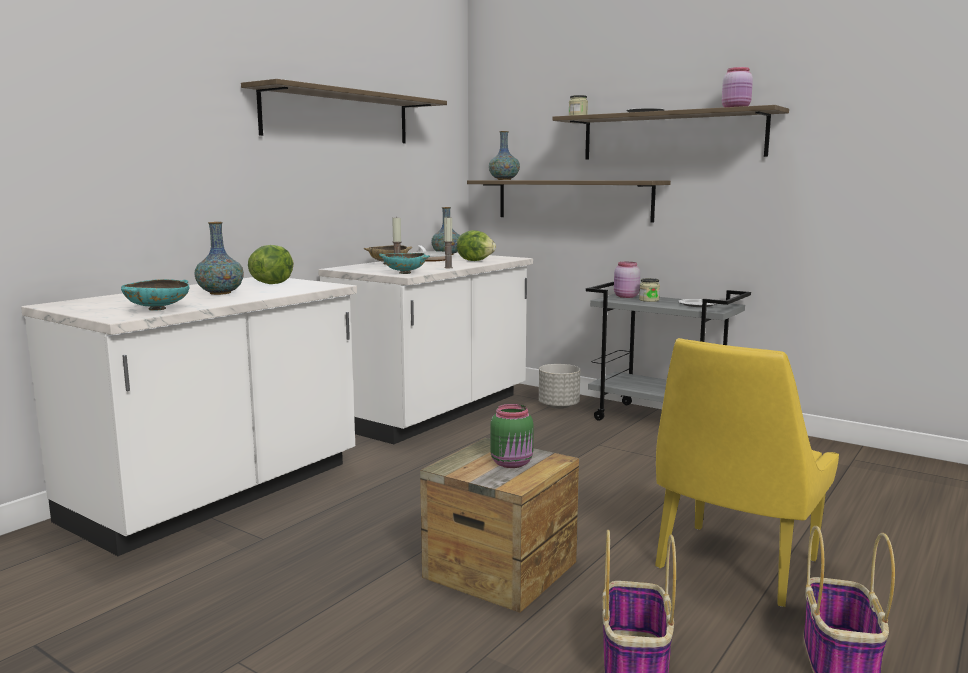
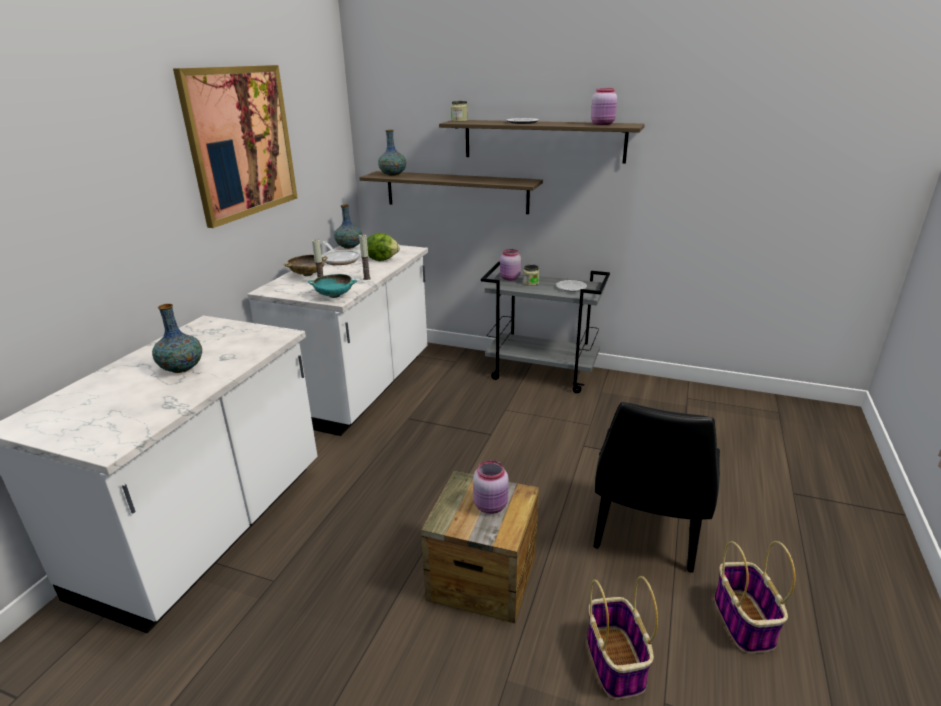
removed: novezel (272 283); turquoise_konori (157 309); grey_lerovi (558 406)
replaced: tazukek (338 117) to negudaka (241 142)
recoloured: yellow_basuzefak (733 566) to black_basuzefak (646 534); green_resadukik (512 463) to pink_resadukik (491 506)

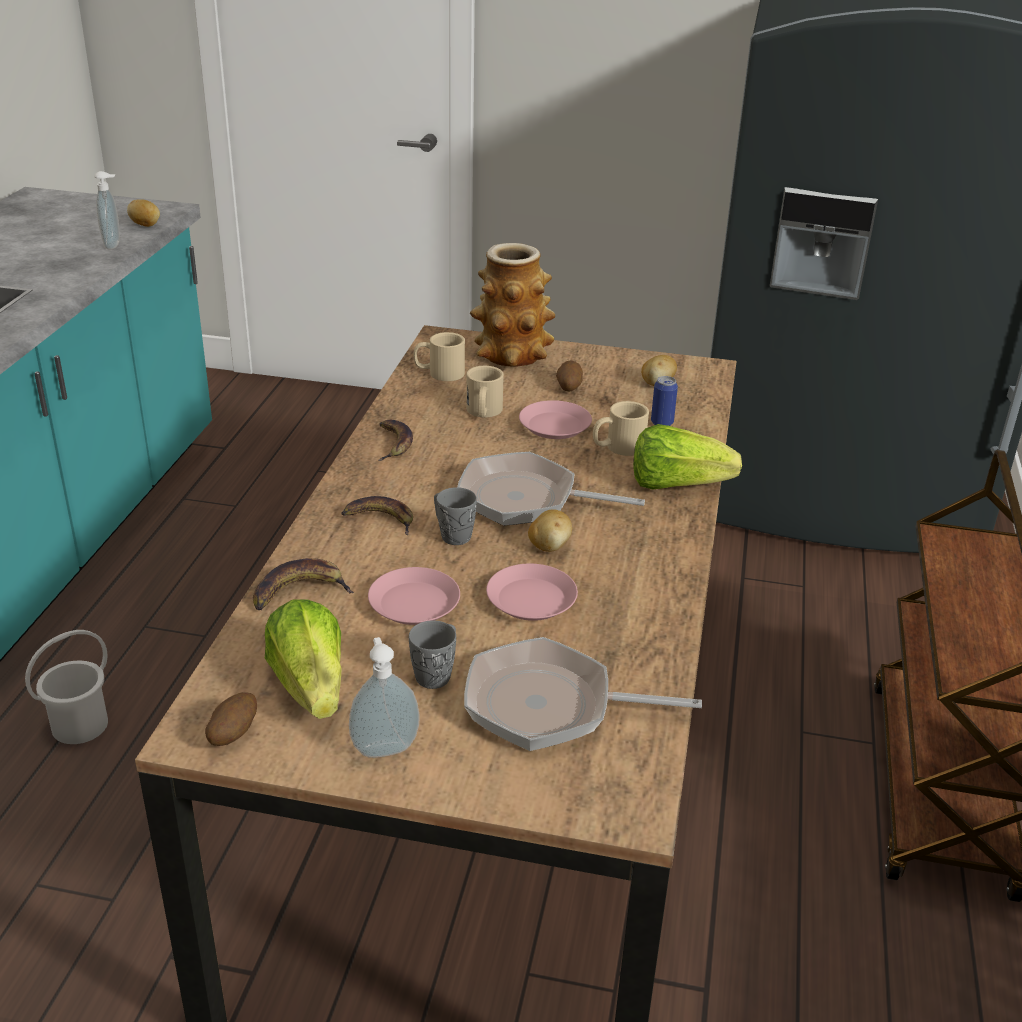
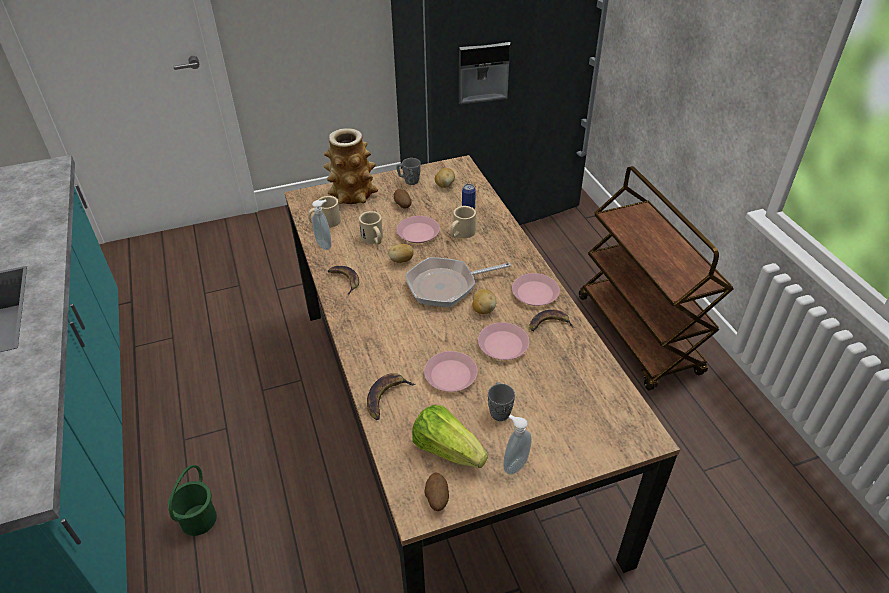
removed: novezel (676 484); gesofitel (550 706)
added: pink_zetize (535 293)
moved: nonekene (114 245) to (325 244); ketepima (145 225) to (401 261); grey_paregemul (452 534) to (409 180); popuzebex (379 519) to (549 324)
recoloured: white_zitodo (79 725) to green_zitodo (198 519)

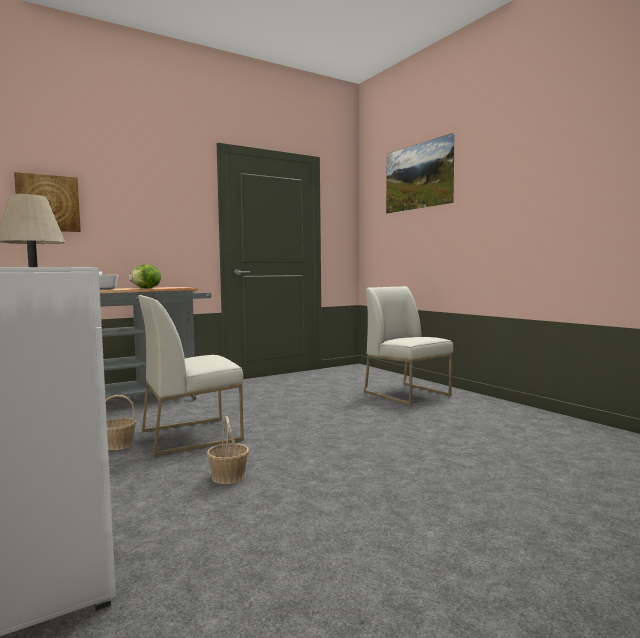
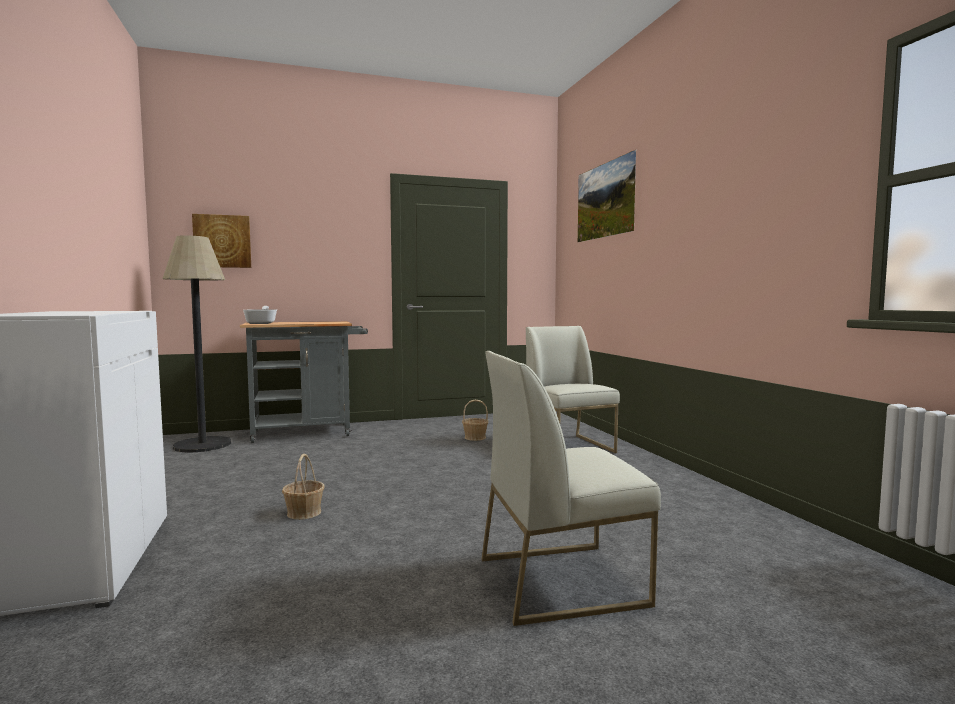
removed: novezel (146 288)
moved: white_basuzefak (192 435) to (561 580); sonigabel (118 445) to (475 437)

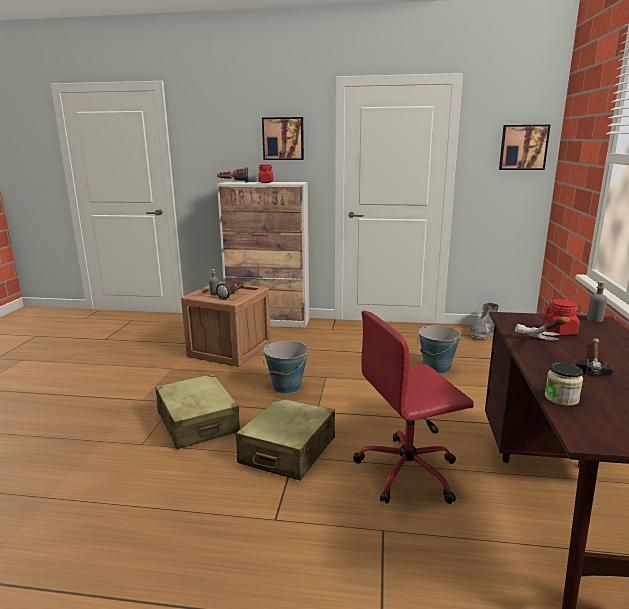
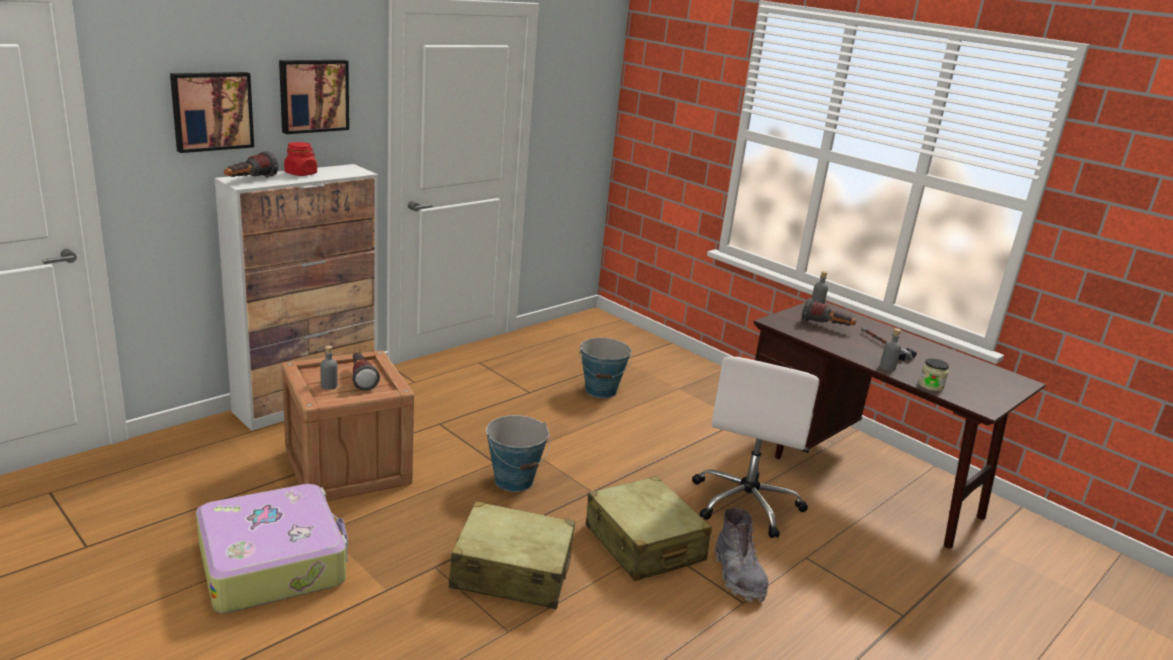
removed: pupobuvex (537 348)
added: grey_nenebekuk (887 367); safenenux (273 562)
moved: negudaka (523 147) to (211 111); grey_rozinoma (483 333) to (738 575)
replaced: red_resadukik (559 332) to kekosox (826 326)
recoloured: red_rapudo (409 471) to white_rapudo (746 503)

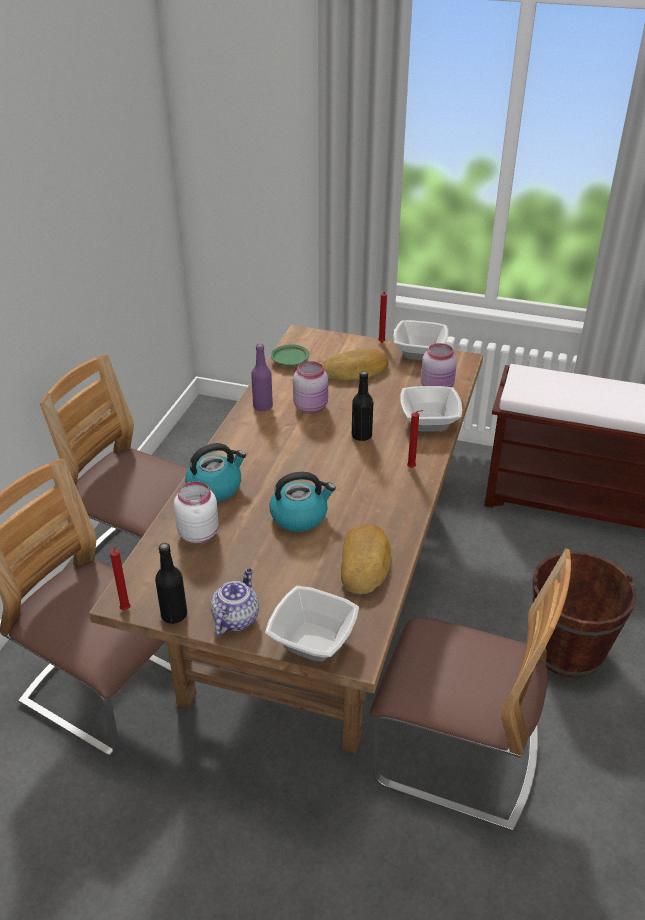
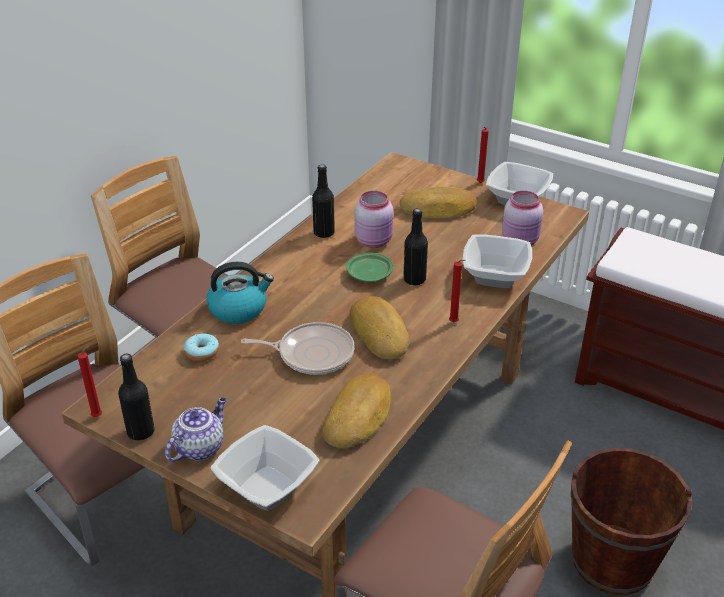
added: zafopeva (381 333)
moved: green_zetize (290 361) to (369 274)
replaced: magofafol (300 516) to gesofitel (312 353); white_resadukik (199 533) to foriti (202 352)
recoloured: purple_nenebekuk (262 406) to black_nenebekuk (324 233)

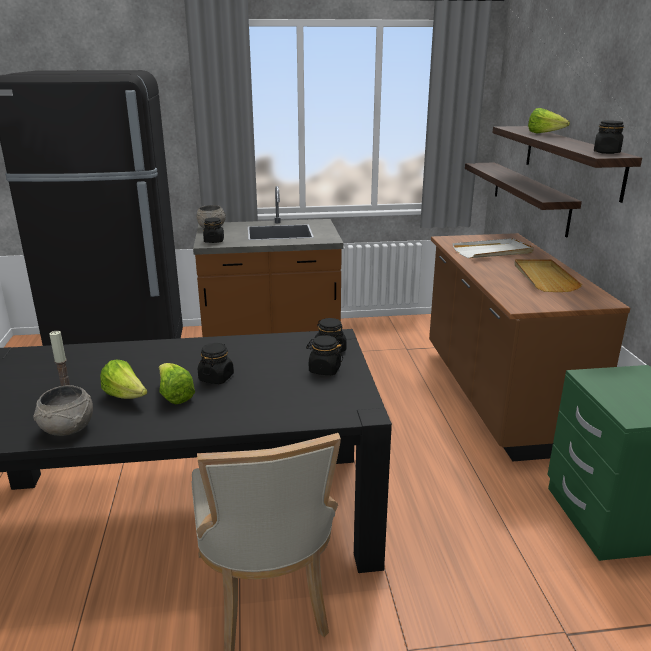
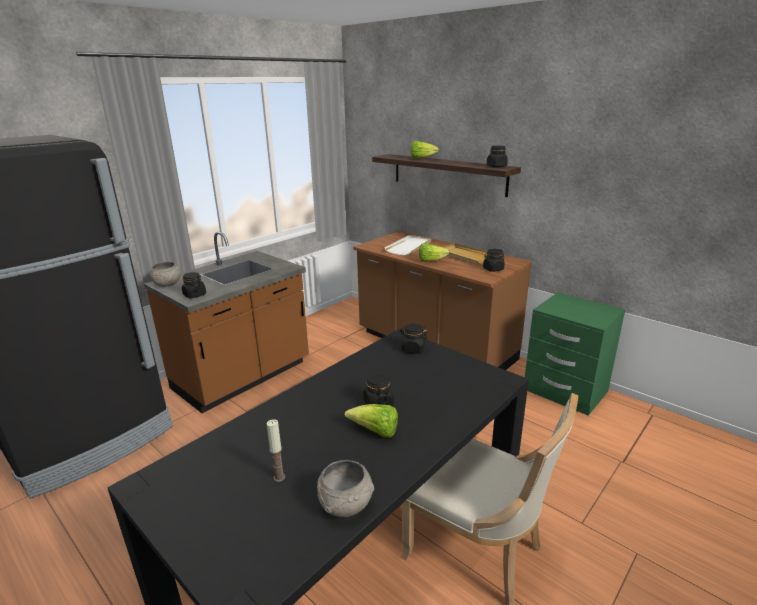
removed: tazukek (529 196)
moved: black_resadukik (324 369) to (493 269); novezel (126 396) to (431 261)

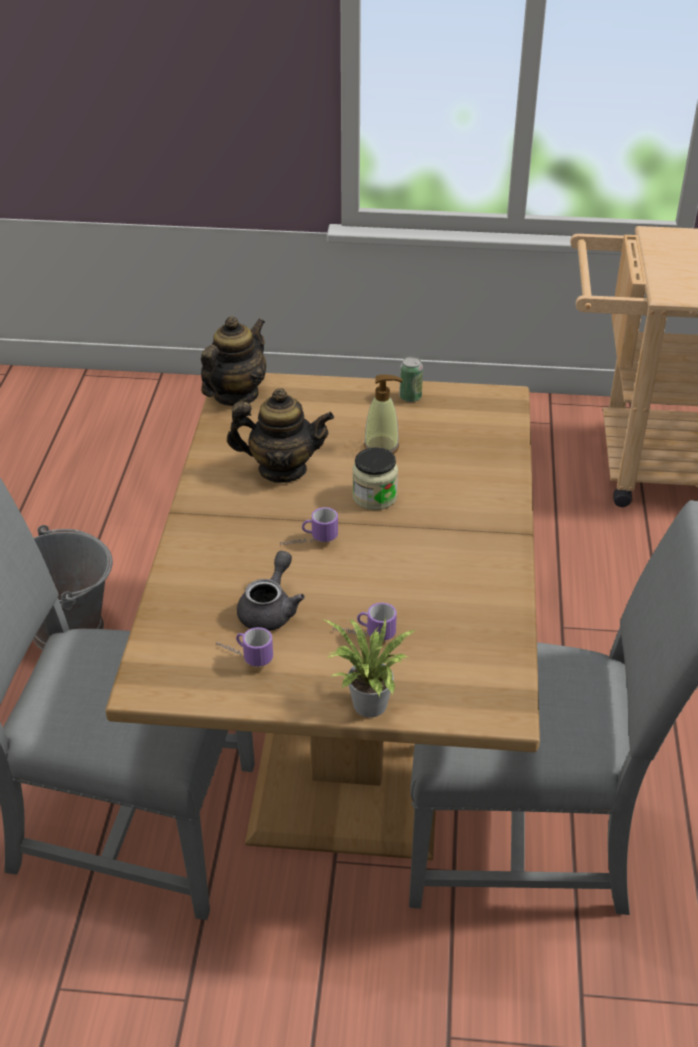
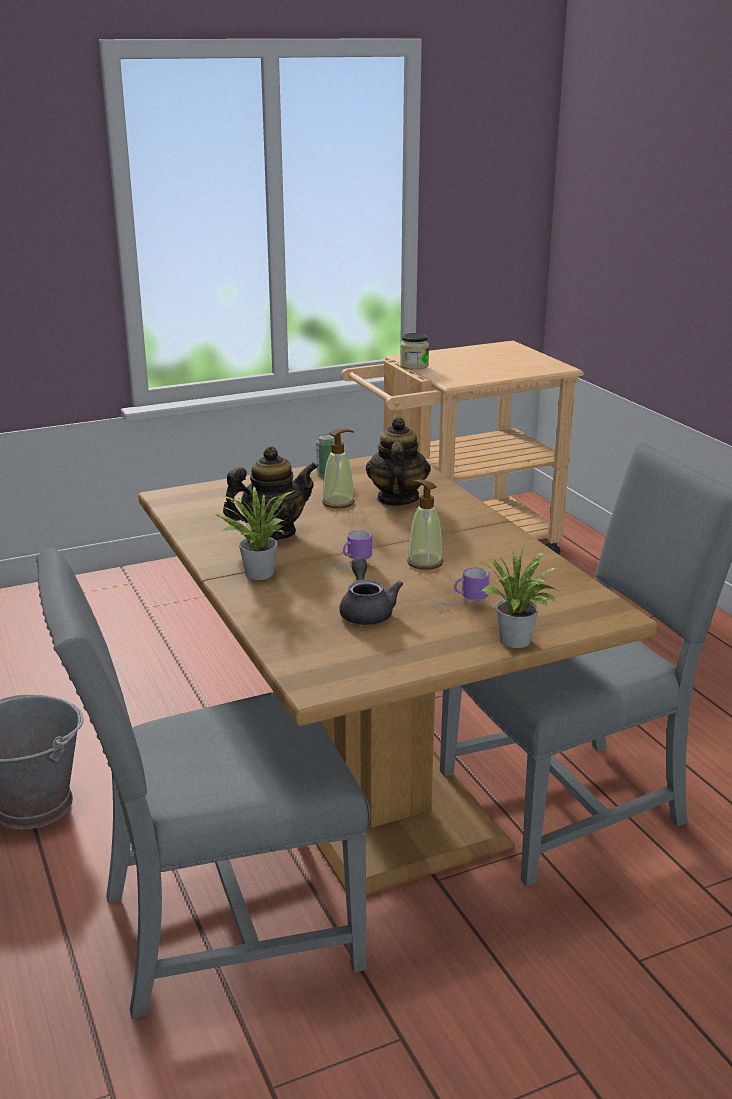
removed: paregemul (244 656)
added: nonekene (424 562); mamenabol (256 572)
moved: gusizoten (235 395) to (397 499); resadukik (374 497) to (414 366)

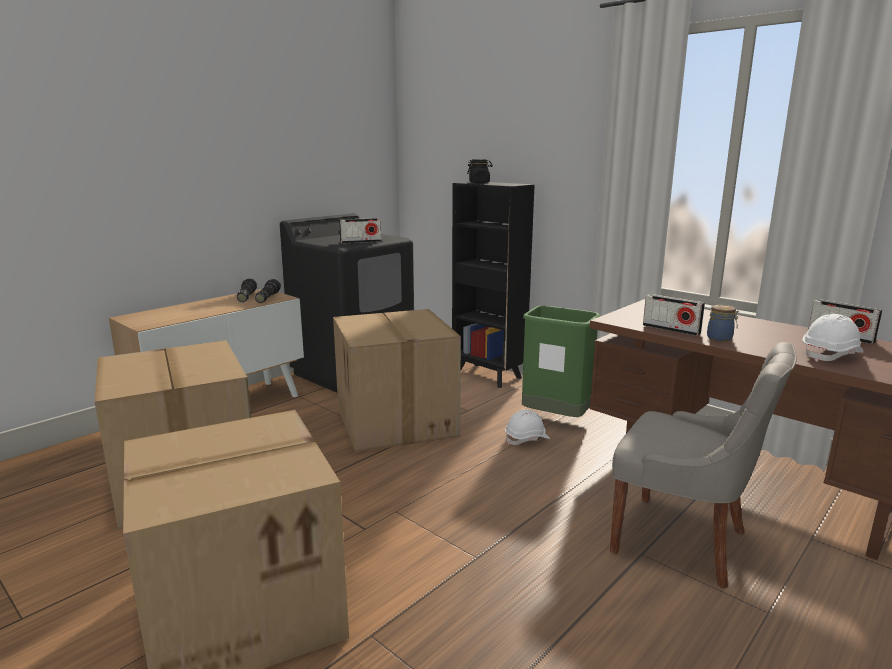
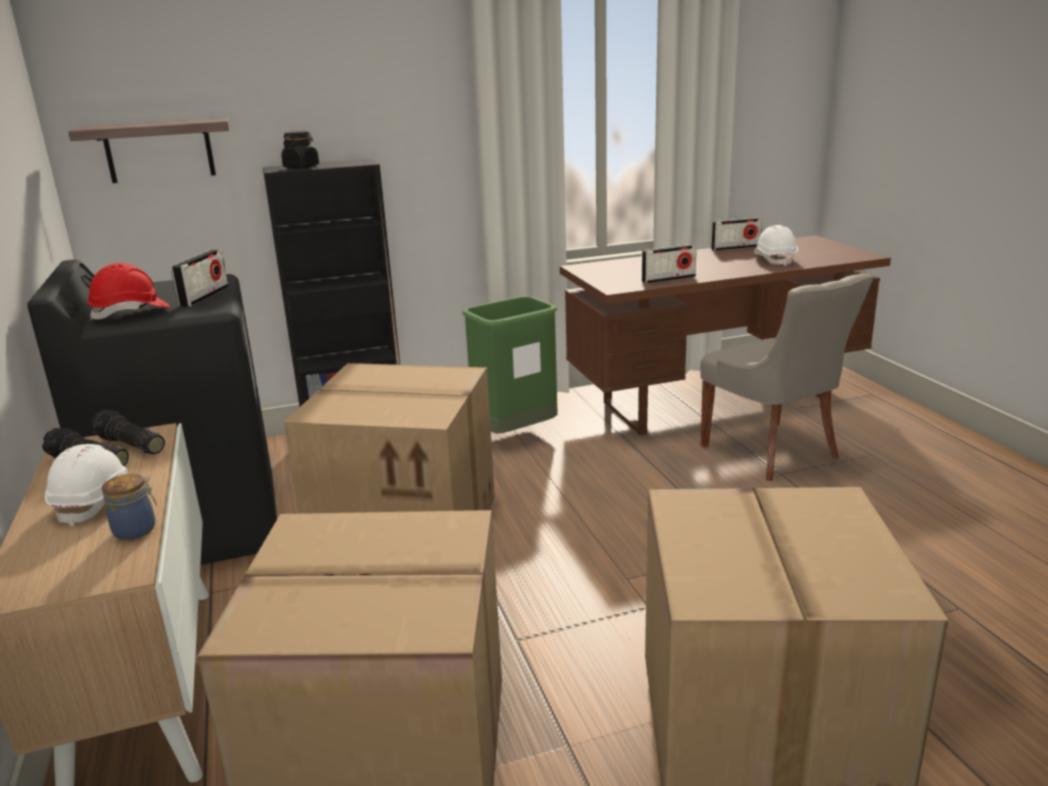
added: tazukek (159 151); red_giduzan (131 312)
moved: resadukik (720 338) to (137 530); white_giduzan (527 439) to (96 501)
turned: grey_basuzefak (683 541) = (773 452) 90 degrees clockwise

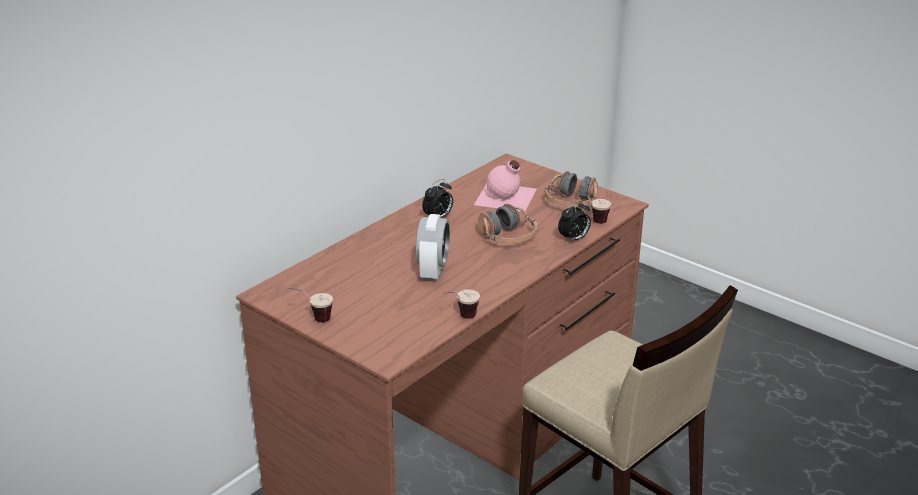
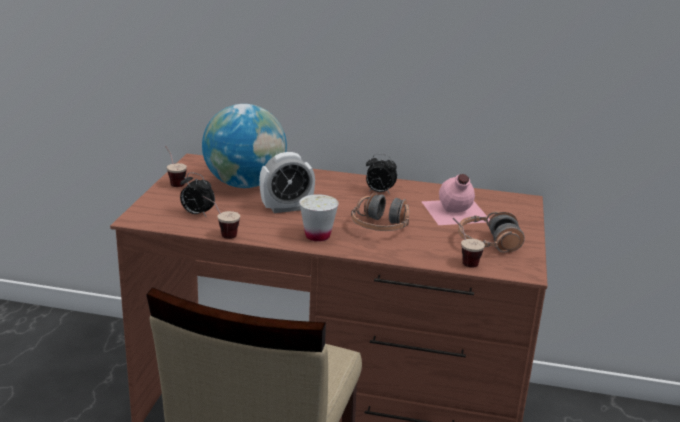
added: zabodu (245 184); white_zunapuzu (317 236)
moved: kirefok (574 239) to (196 214)

